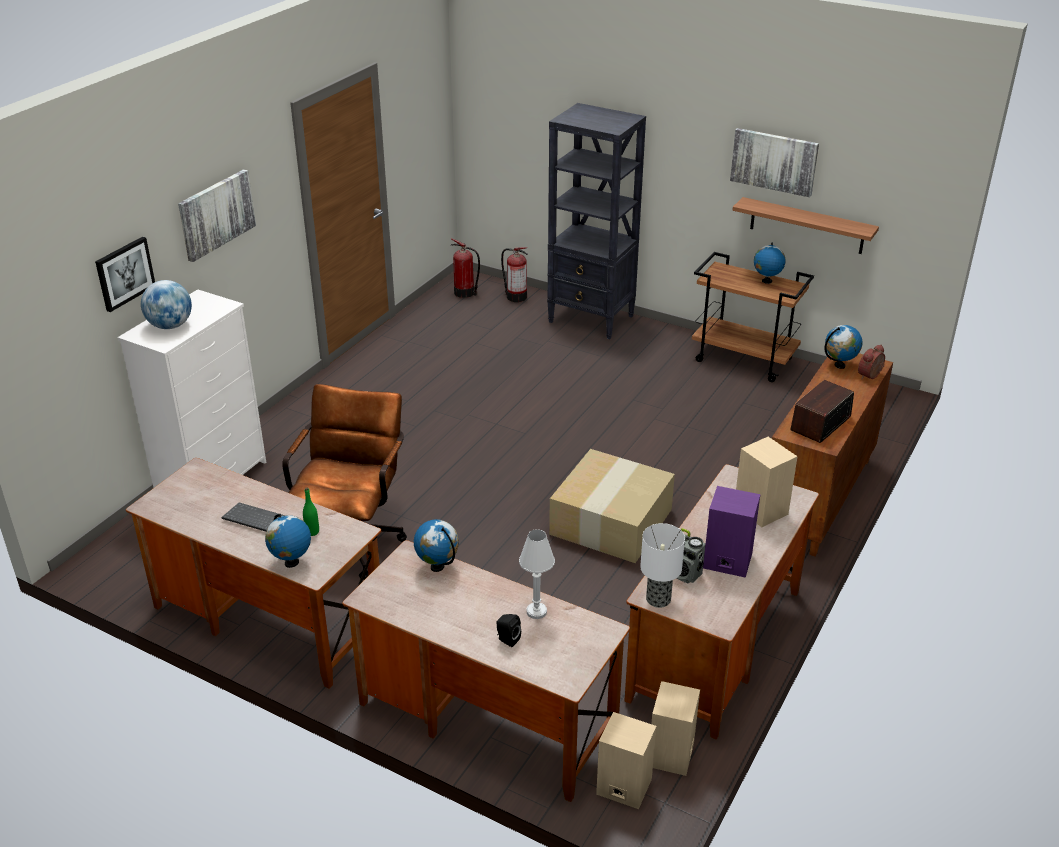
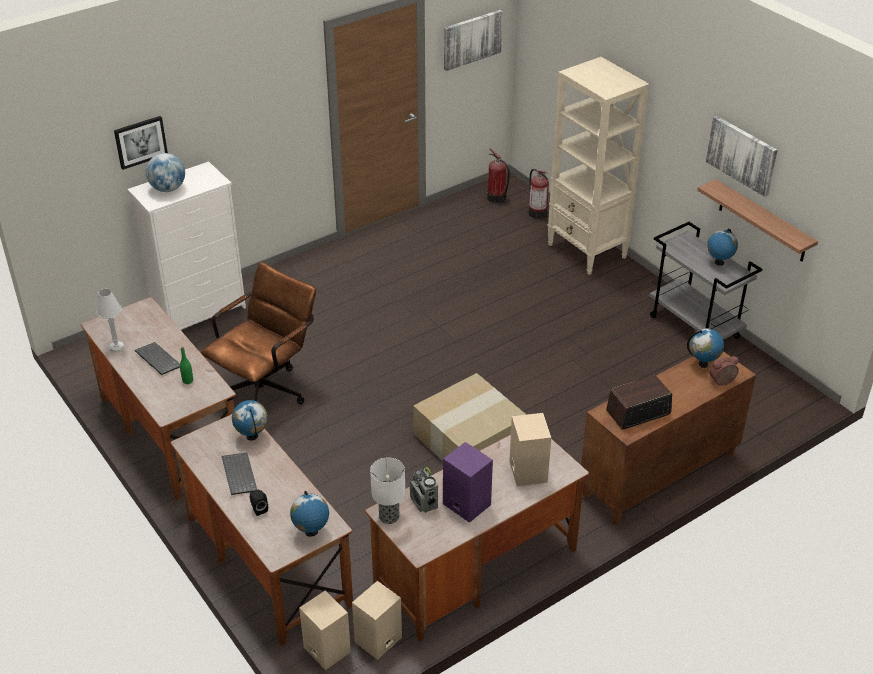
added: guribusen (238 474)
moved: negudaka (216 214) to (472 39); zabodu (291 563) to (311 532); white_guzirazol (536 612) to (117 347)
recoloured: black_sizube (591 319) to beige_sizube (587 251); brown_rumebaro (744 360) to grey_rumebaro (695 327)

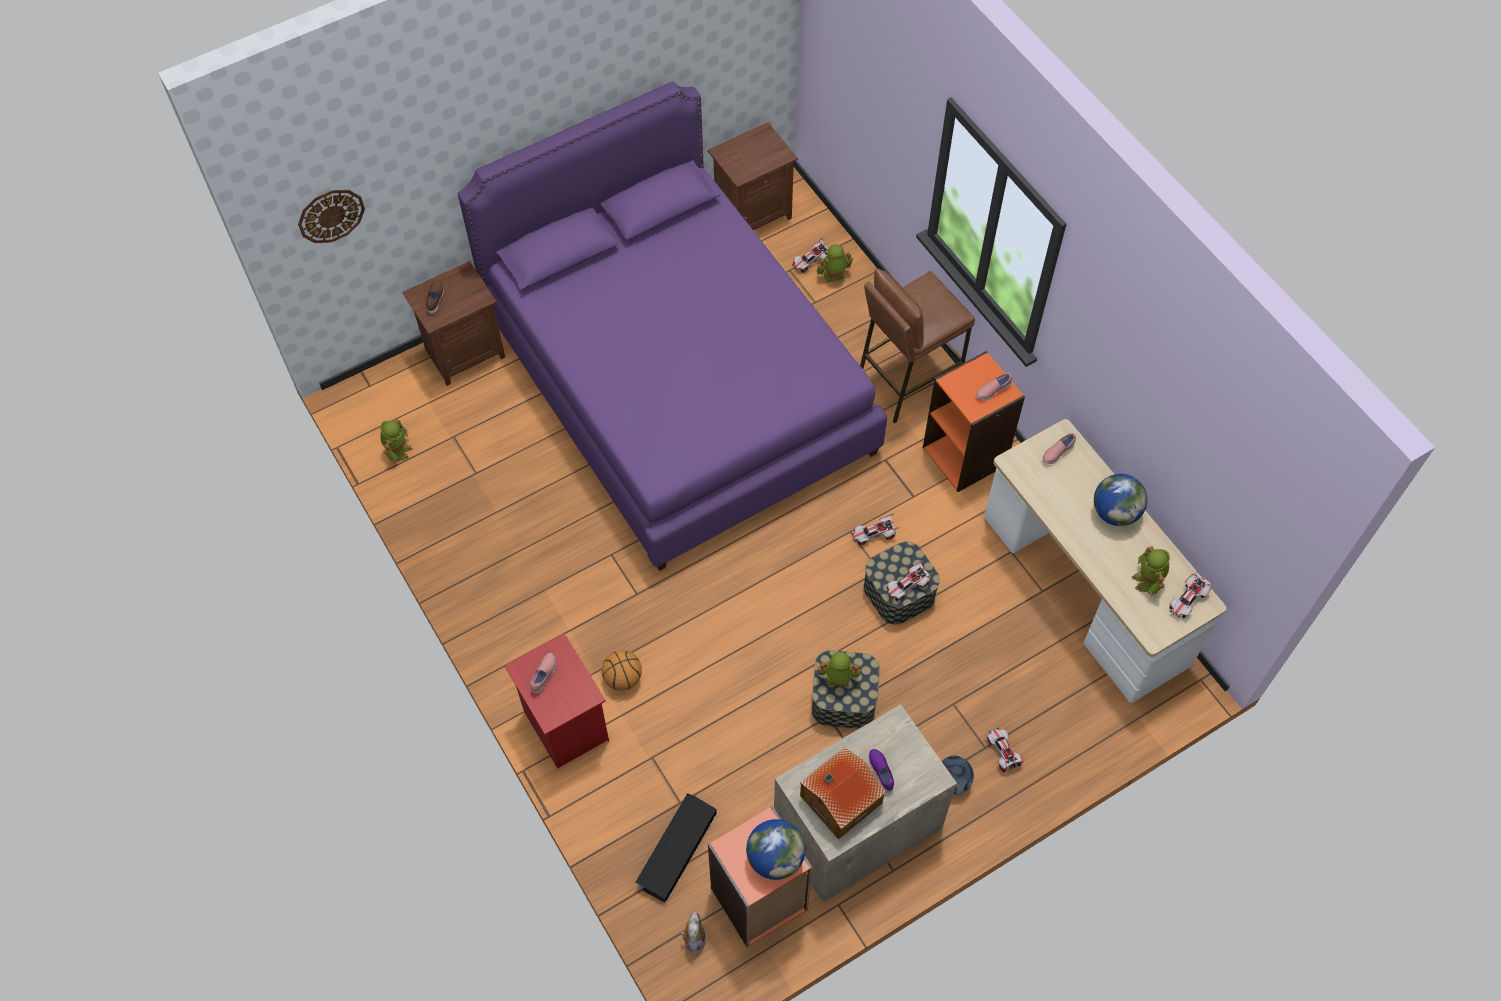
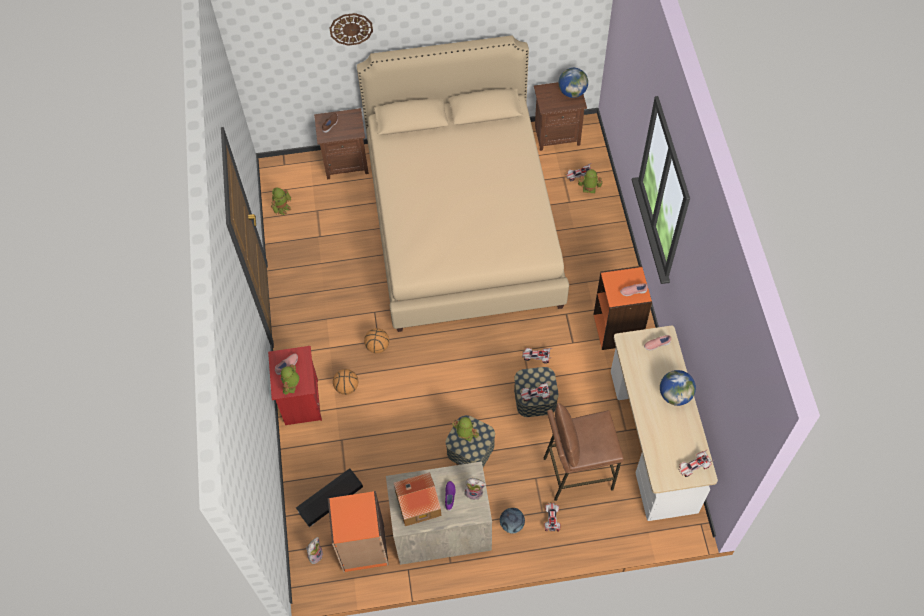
added: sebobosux (378 346); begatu (474 492)
moved: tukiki (331 215) to (351 28); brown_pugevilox (906 382) to (577 473); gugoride (1148 581) to (292 386); zabodu (775 858) to (572 92)
recoloured: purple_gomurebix (679 384) to beige_gomurebix (462 224)

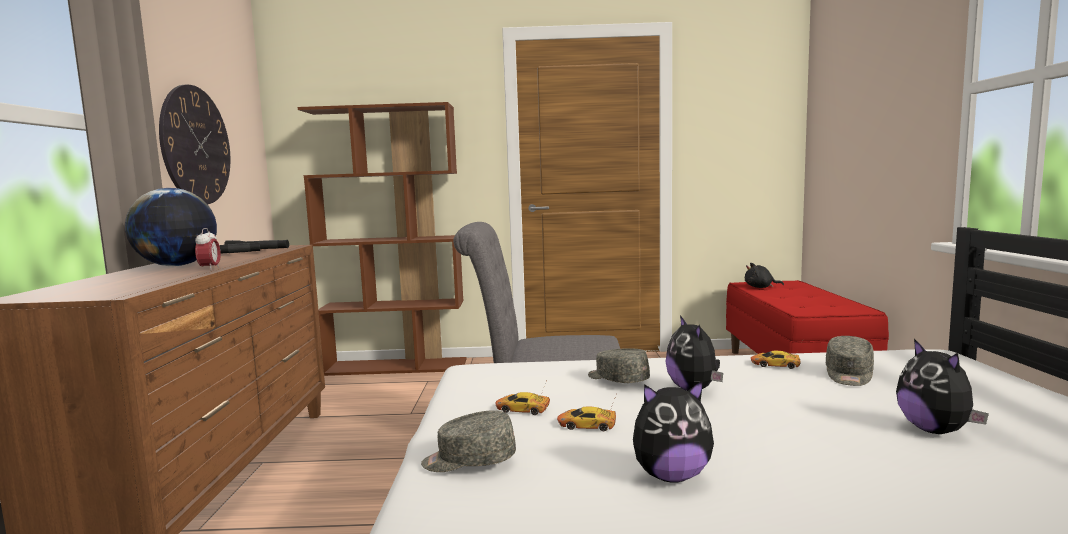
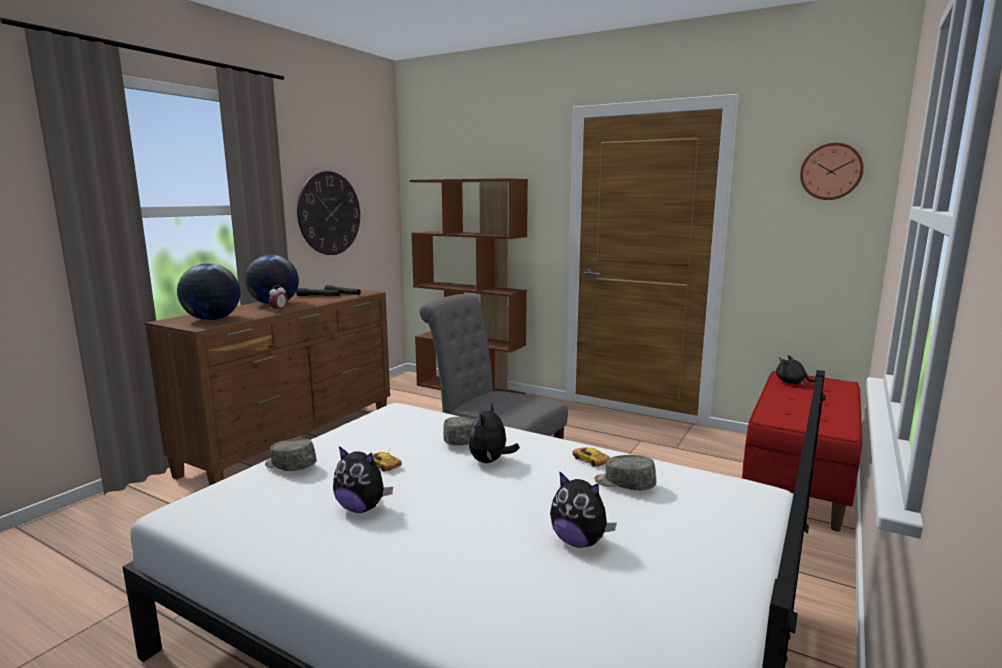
removed: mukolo (522 409)
added: tukiki (831 171); zabodu (212 319)
turned: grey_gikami (849 374) = (624 484) 60 degrees clockwise; begatu (935 430) = (579 541) 75 degrees counterclockwise

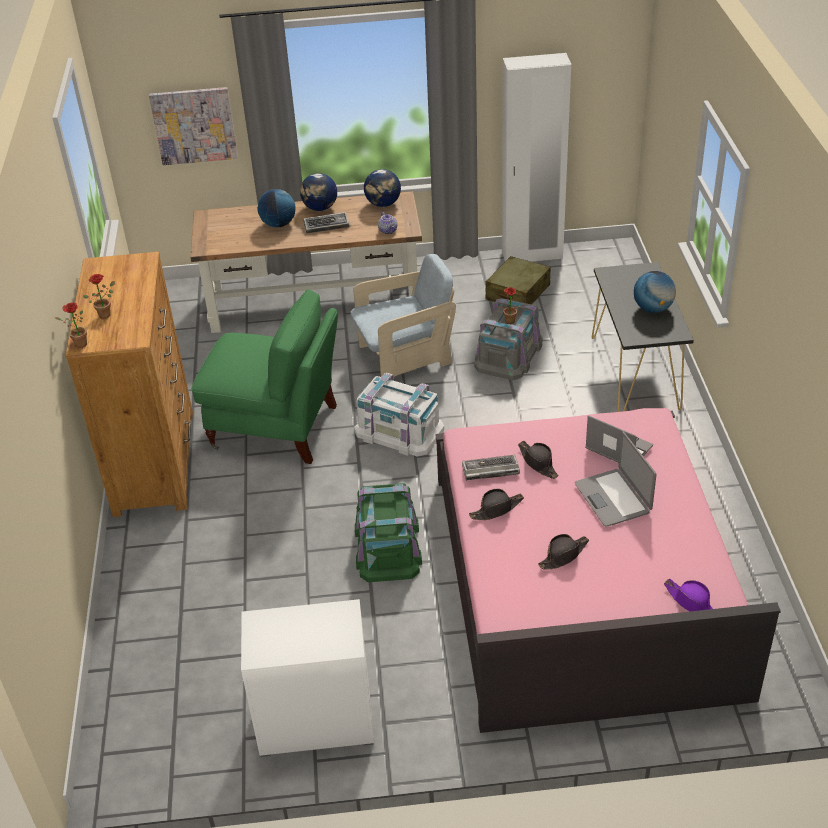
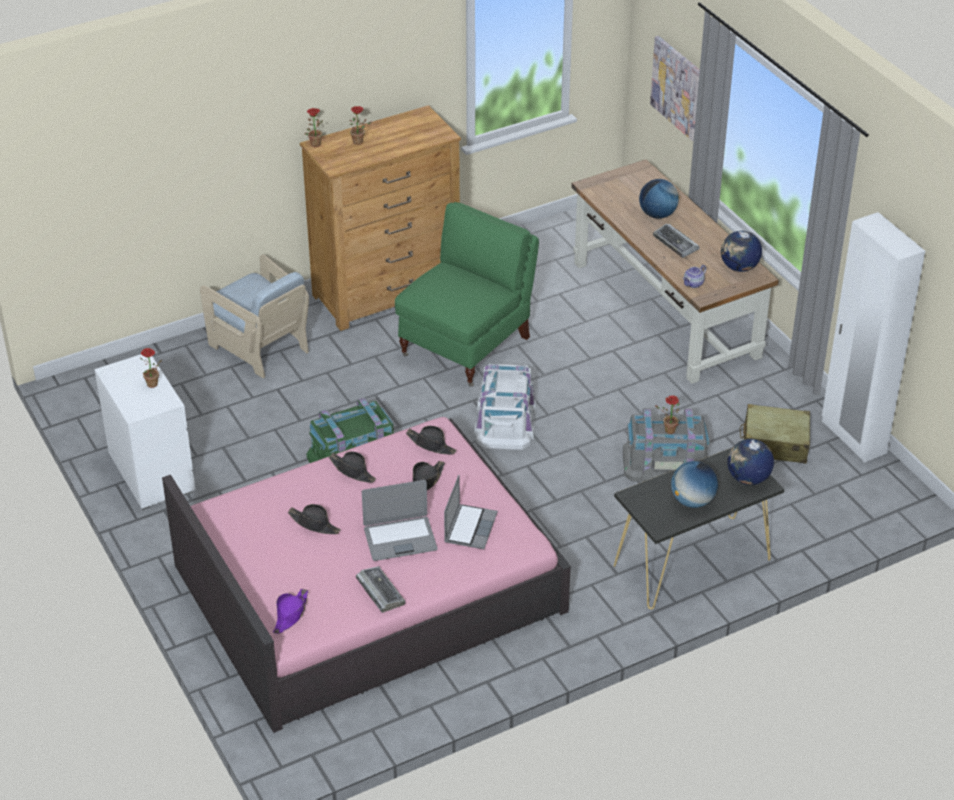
added: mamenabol (153 385); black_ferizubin (431 445)
moved: zabodu (320 208) to (748 478); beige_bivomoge (405 357) to (260 347); guribusen (489 471) to (380 592)
turned: green_bivomoge (276 427) = (467 346) 135 degrees counterclockwise; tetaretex (613 498) = (400 538) 150 degrees counterclockwise

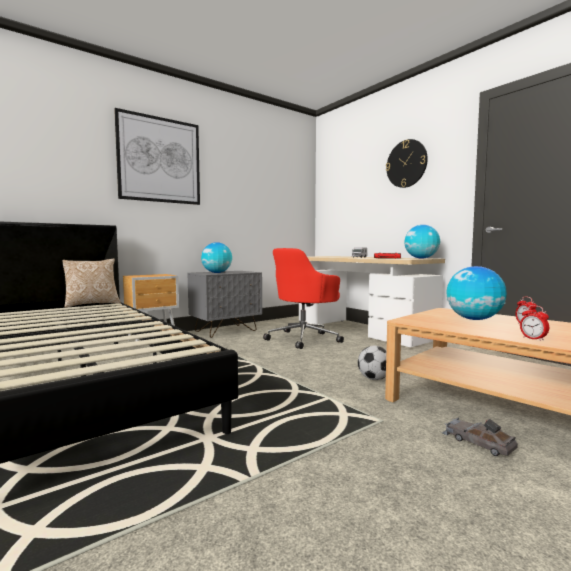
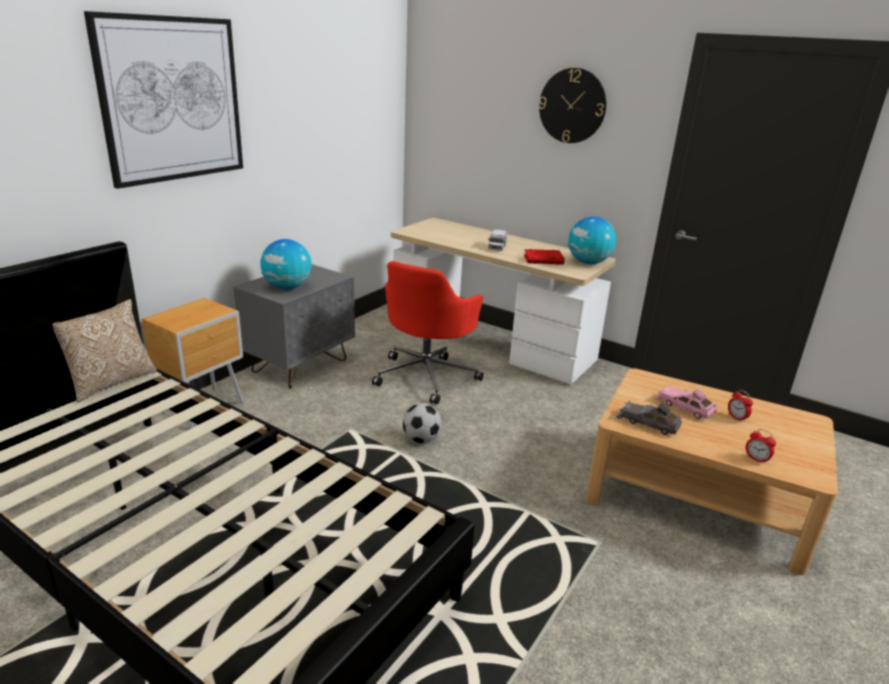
moved: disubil (374 379) to (421 439); grey_mukolo (477 442) to (647 423)
replaced: zabodu (474 319) to pink_mukolo (683 407)

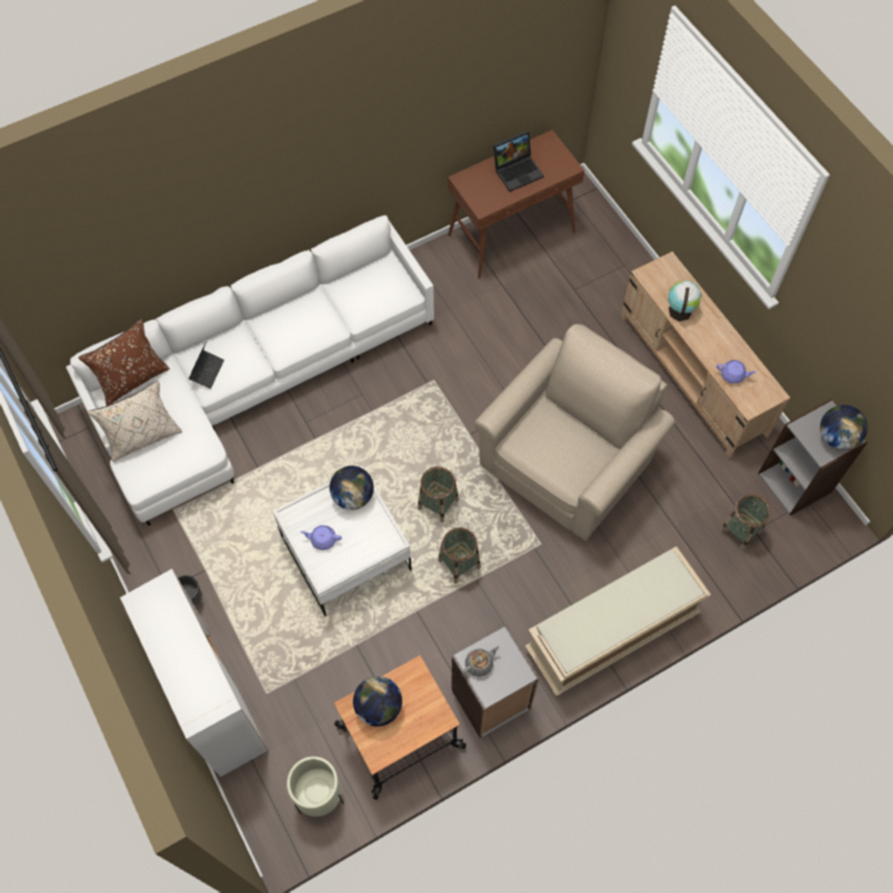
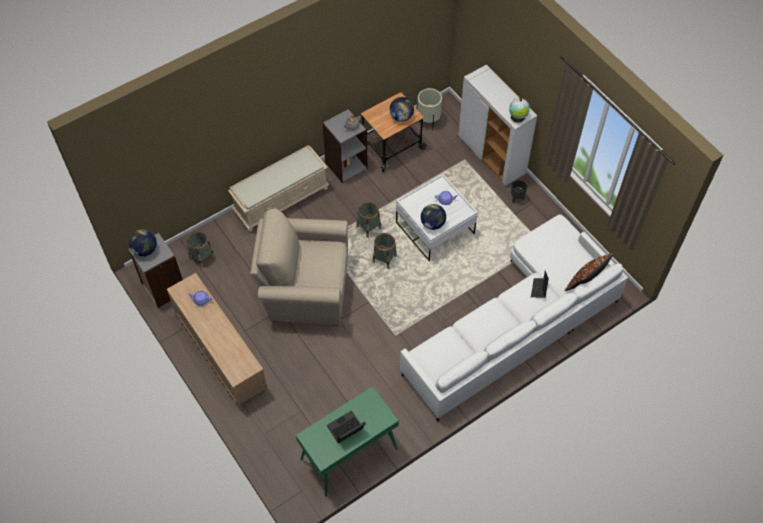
removed: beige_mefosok (143 437)
moved: zabodu (680 310) to (517 117)
recoloured: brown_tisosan (512 233) to green_tisosan (348 455)
turned: beige_bivomoge (569 462) = (305 289) 60 degrees clockwise

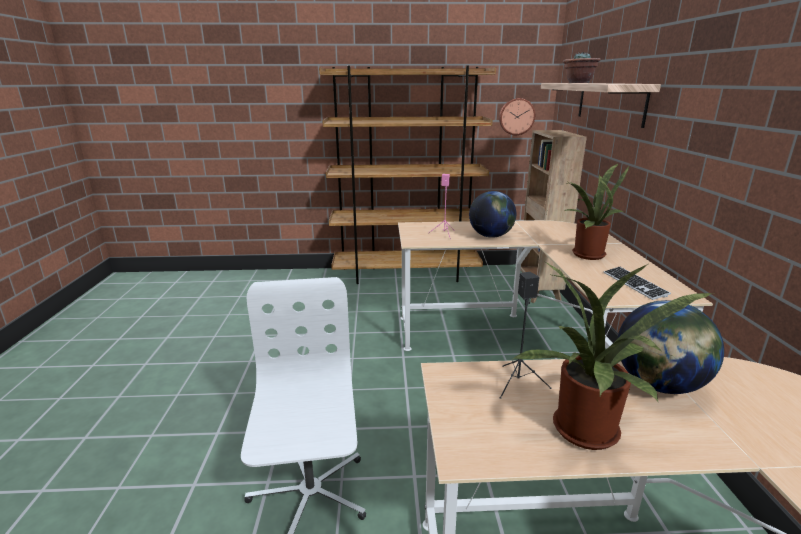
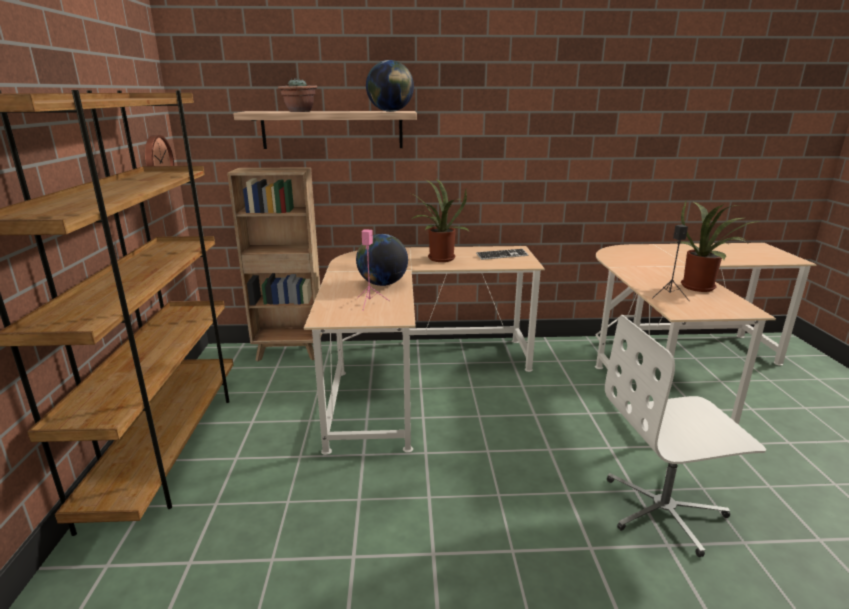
moved: zabodu (658 385) to (390 111)

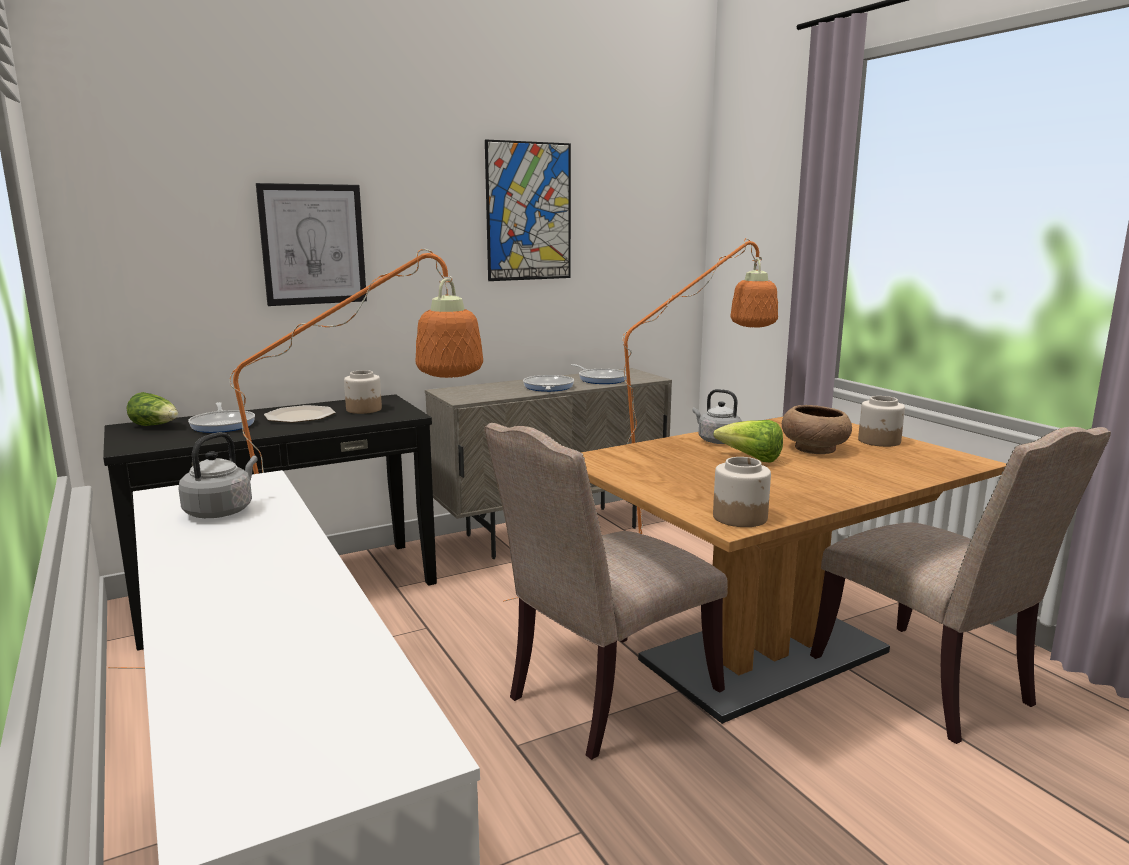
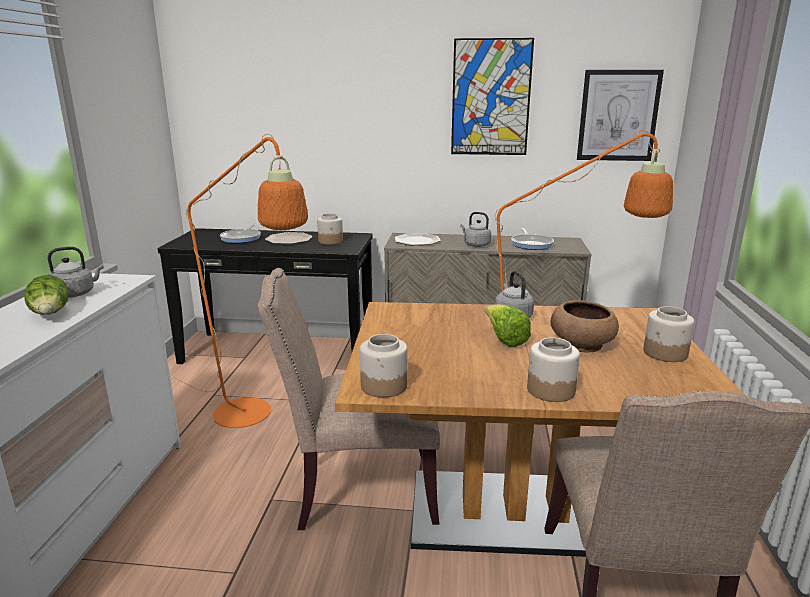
added: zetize (417 241); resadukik (550 390)
moved: negudaka (313 244) to (618 116); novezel (156 426) to (51 314)
replaced: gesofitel (548 387) to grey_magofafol (475 245)

